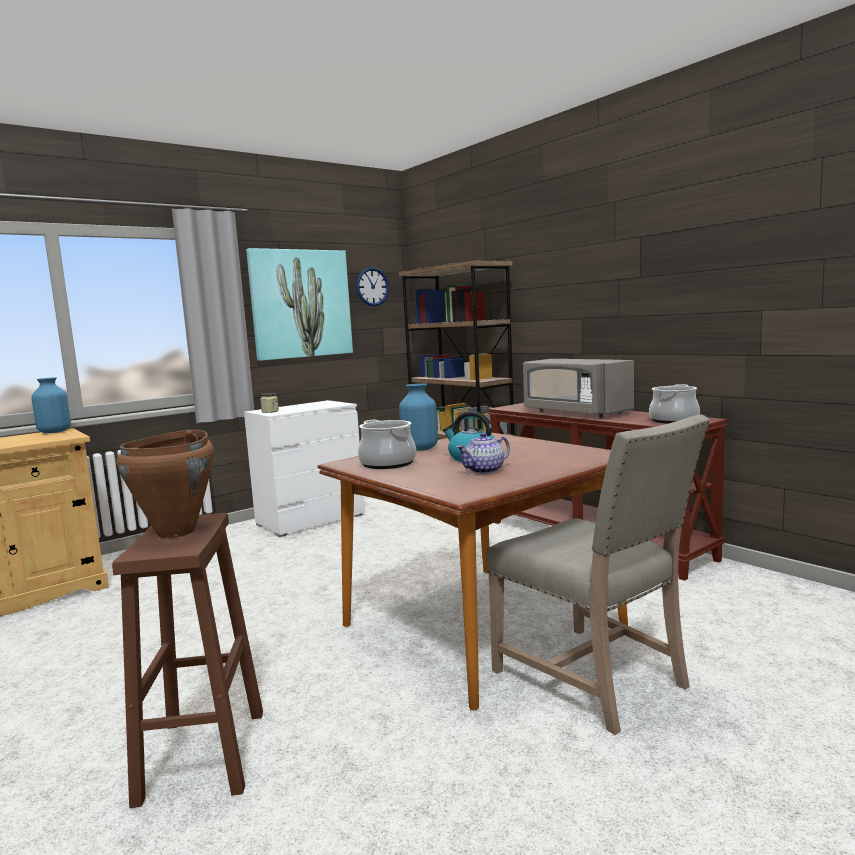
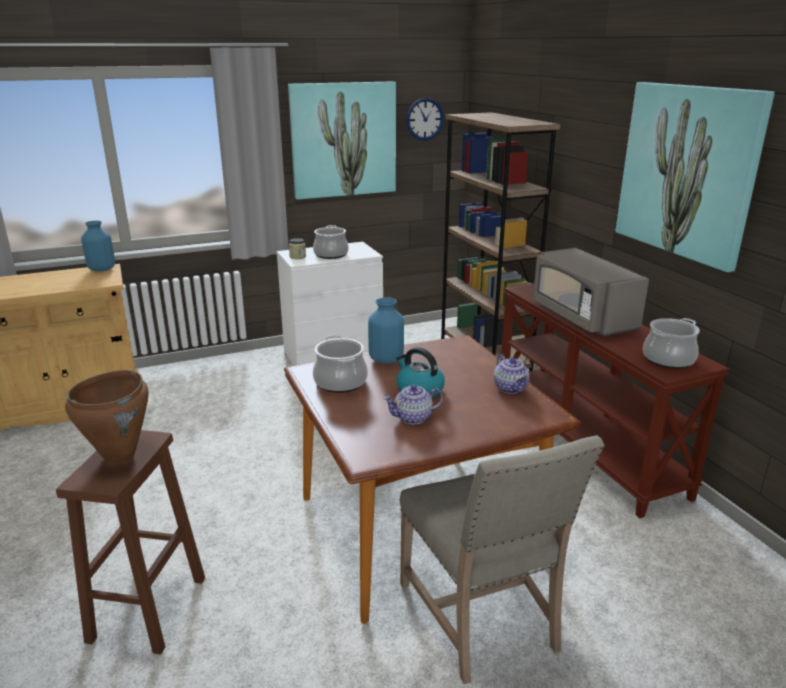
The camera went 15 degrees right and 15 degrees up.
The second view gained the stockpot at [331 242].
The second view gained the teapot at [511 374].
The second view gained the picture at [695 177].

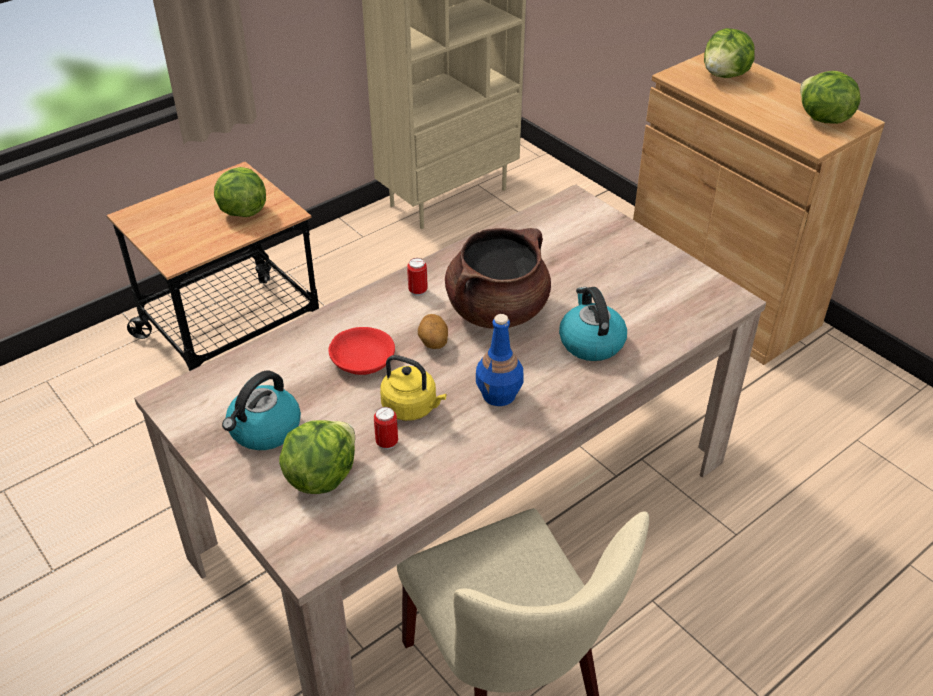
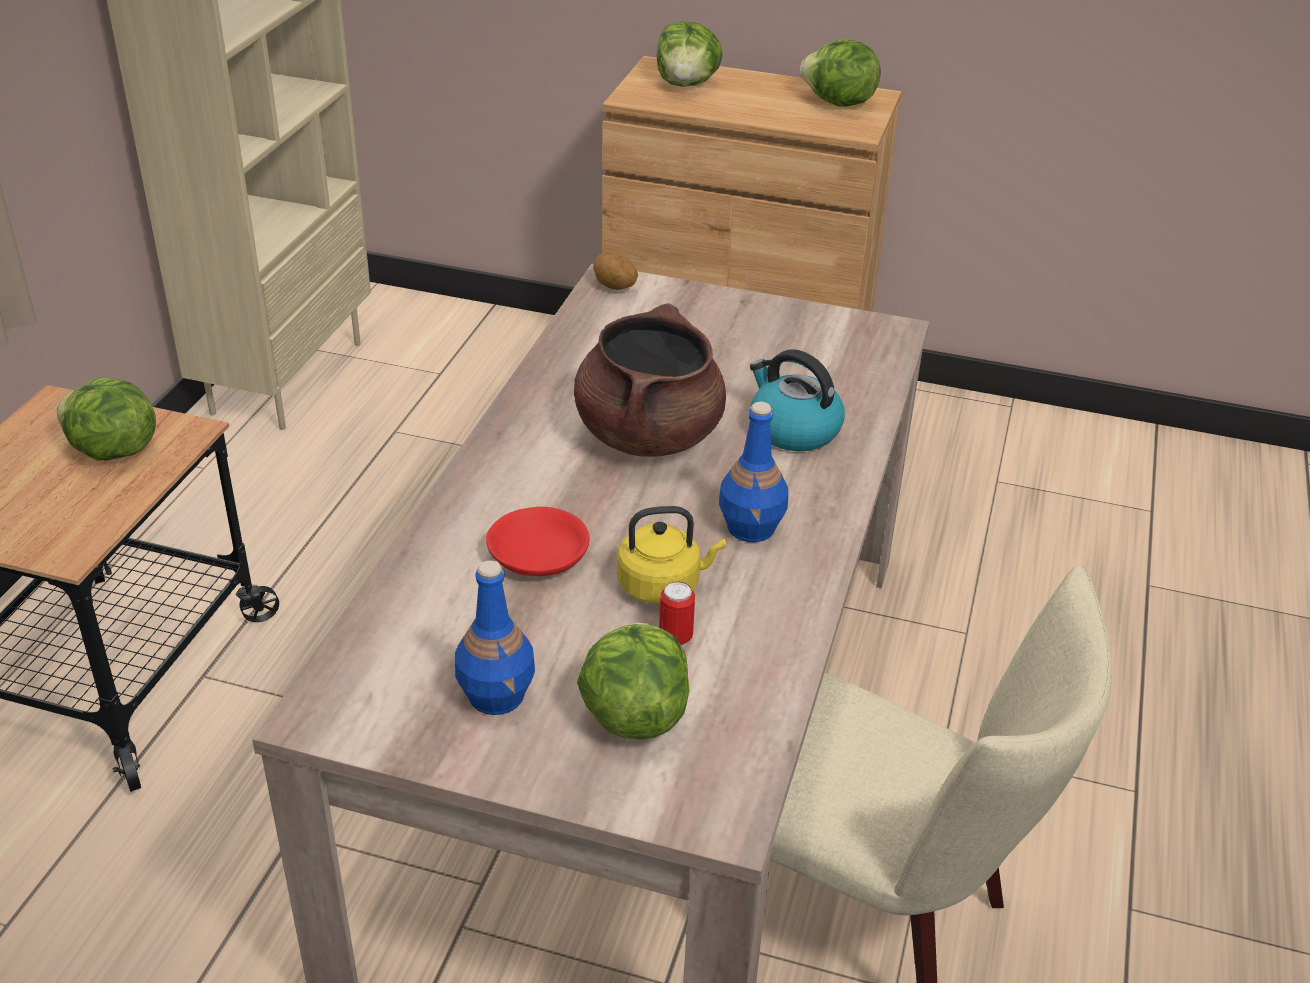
The camera went 35 degrees left and 5 degrees down.
Where the tea kettle stood at [261 410], the drink bottle/blue came to stand at [495 637].
The whole potato ended up elsewhere, having gone from [433 331] to [615 271].
The second view lost the can at [417 277].

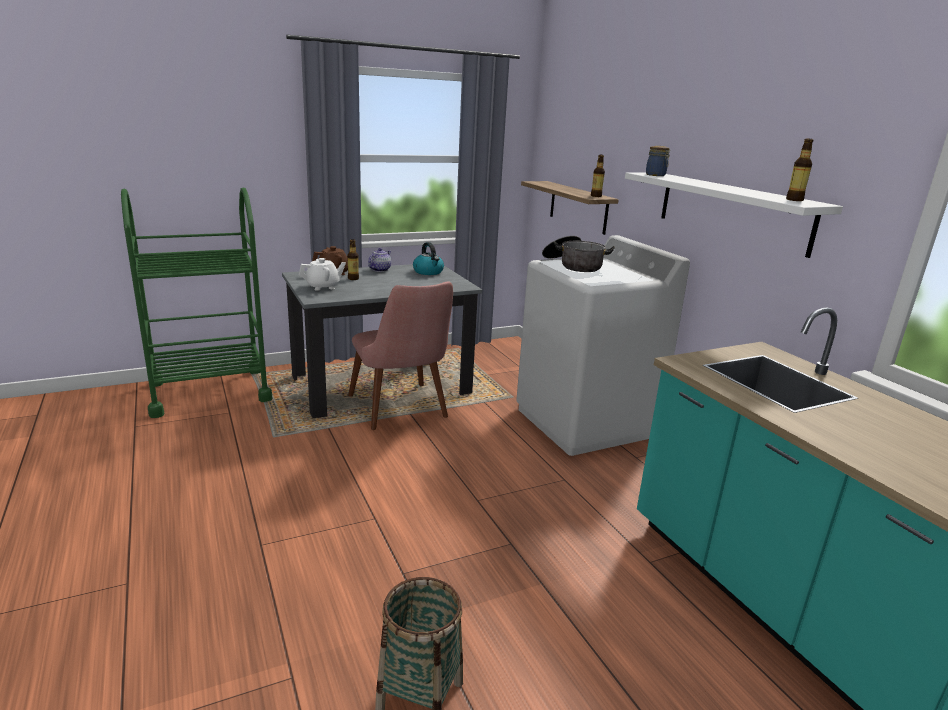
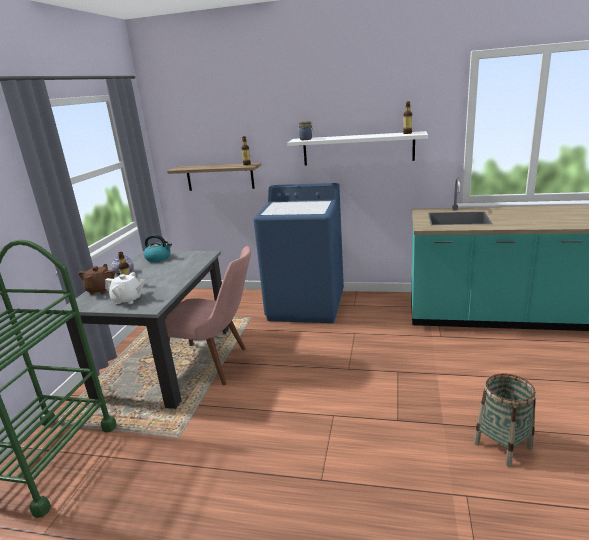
The camera went 50 degrees left and 0 degrees up.
The teapot/white at [322 274] ended up facing another way, 90 degrees clockwise from before.
What was the washing machine/white at [603 345] turned into the washing machine/blue at [298 253].
The second view lost the stockpot at [578 254].

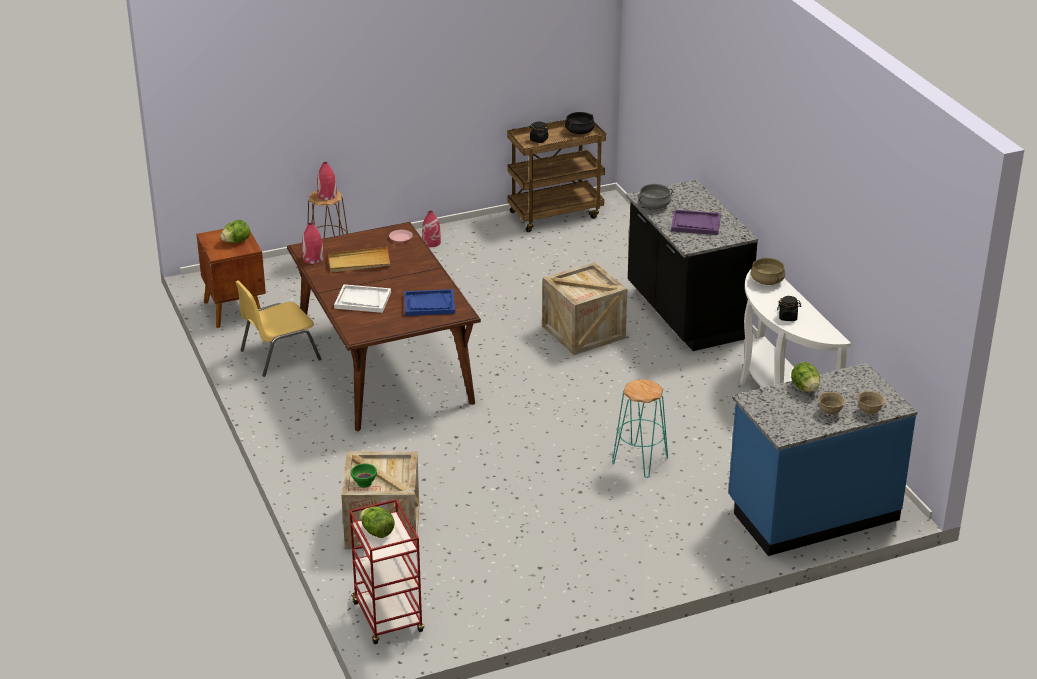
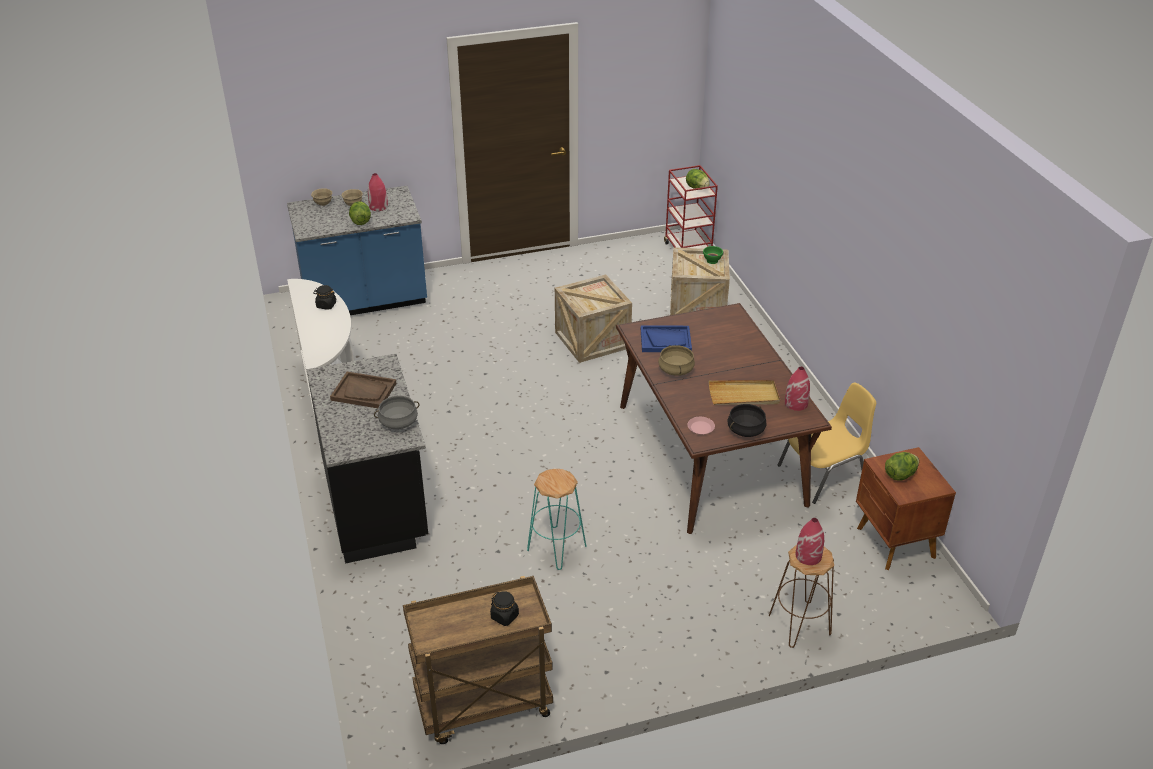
The camera went 175 degrees left and 5 degrees up.
What was the tray/purple at [696 222] turned into the tray/brown at [363 390].
The vase/red ended up elsewhere, having gone from [431 229] to [378 192].
The stool/turquoise ended up elsewhere, having gone from [640 428] to [557 519].
The shipping crate ended up elsewhere, having gone from [584 308] to [593 319].
The stockpot/sand-coloured ended up elsewhere, having gone from [768 271] to [676 360].
The stockpot/blackish ended up elsewhere, having gone from [580 123] to [747 420].
The second view lost the tray/white at [362 298].

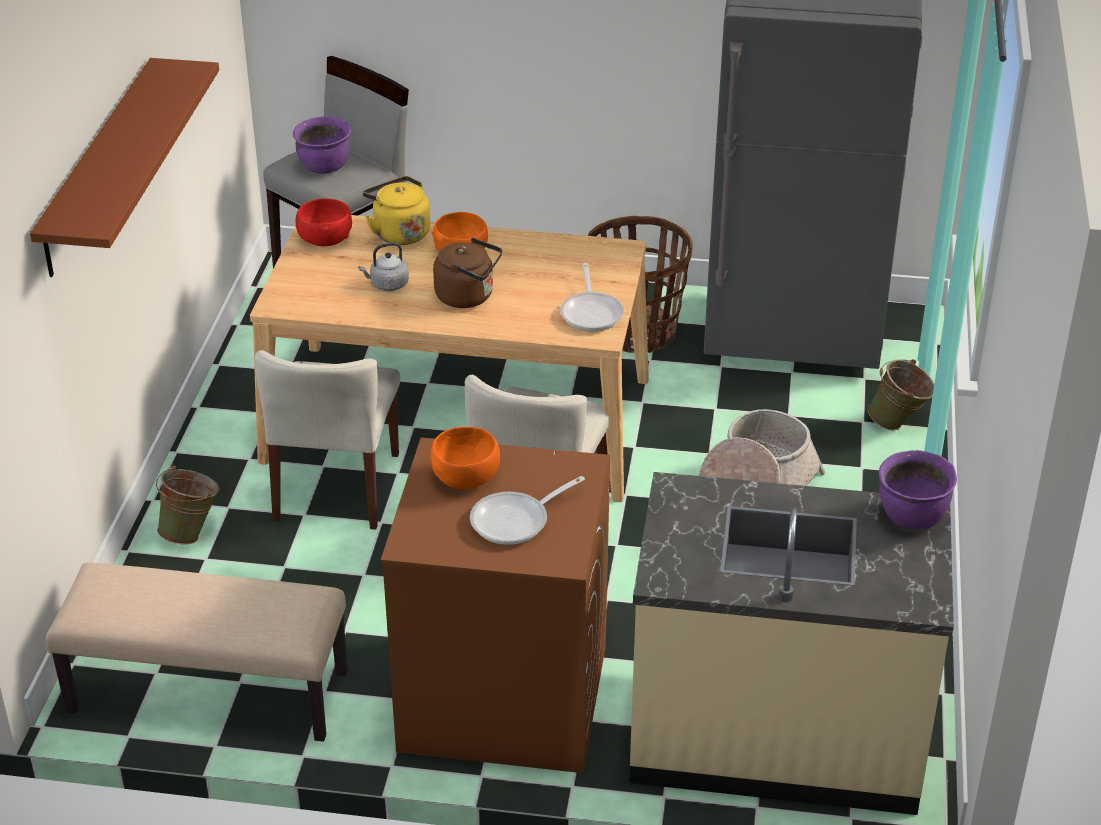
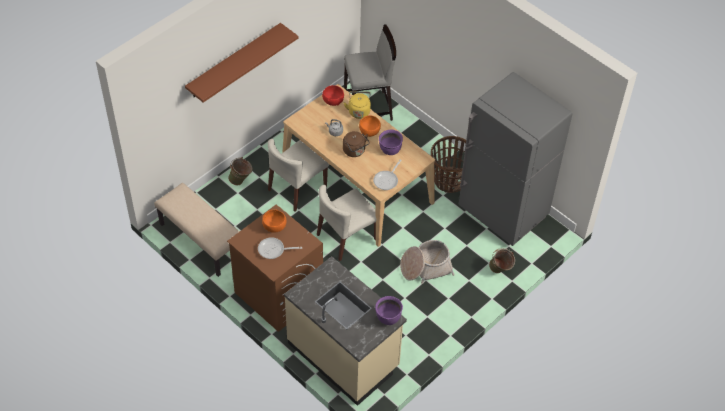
The camera went 35 degrees right and 15 degrees up.
The stockpot/purple ended up elsewhere, having gone from [322 145] to [391 142].

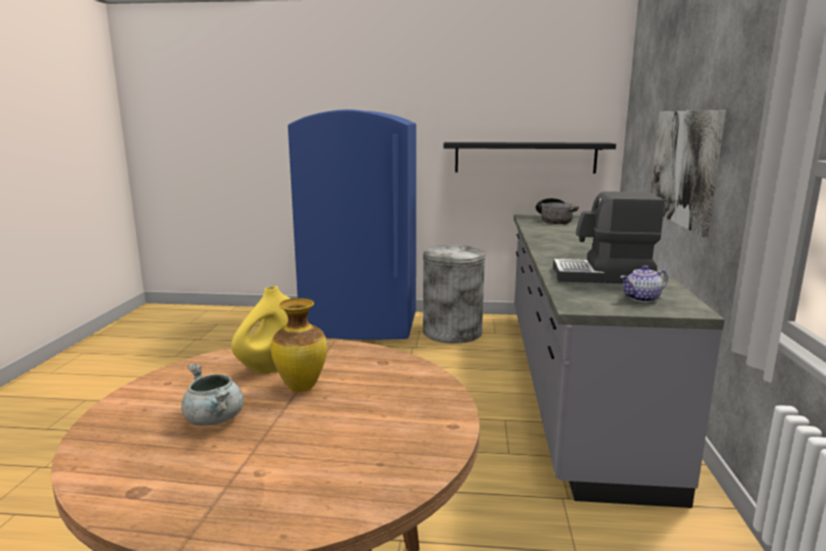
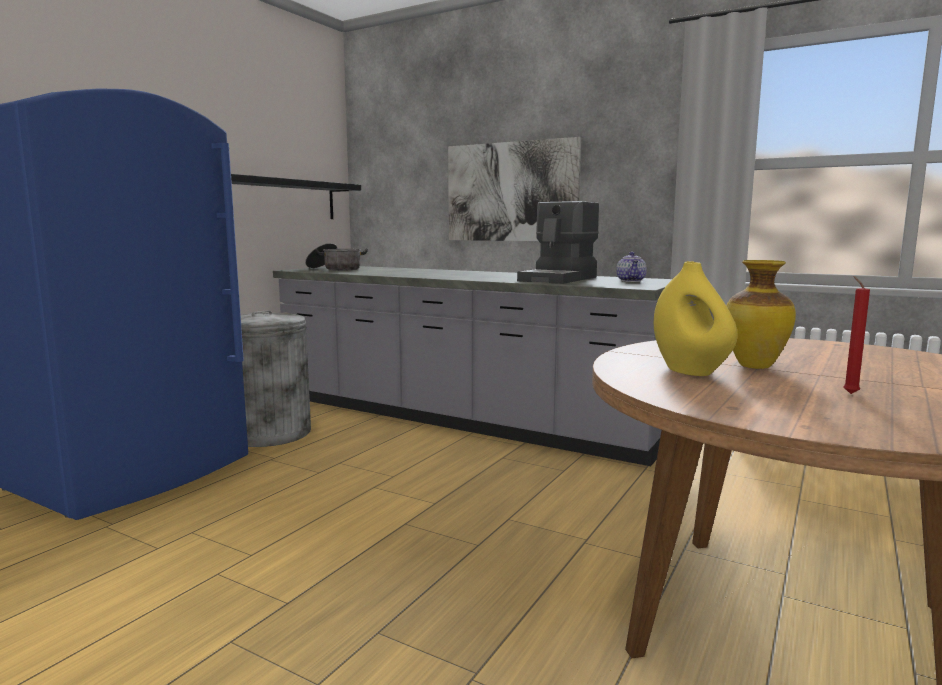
The camera went 65 degrees left and 5 degrees down.
Where the stockpot/gray stood at [212 394], the wax light/red came to stand at [856 335].

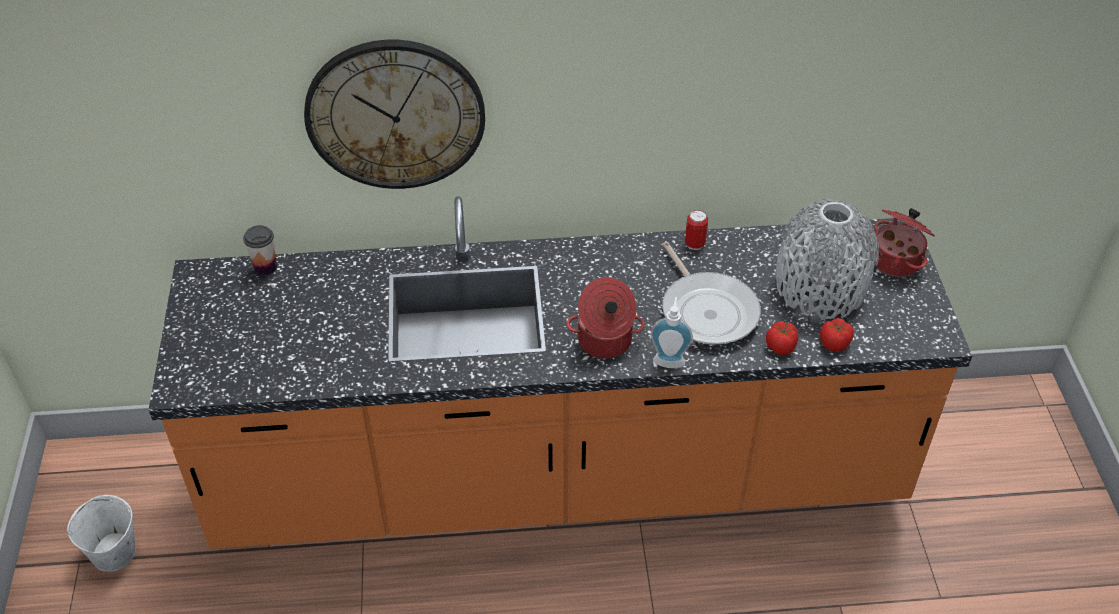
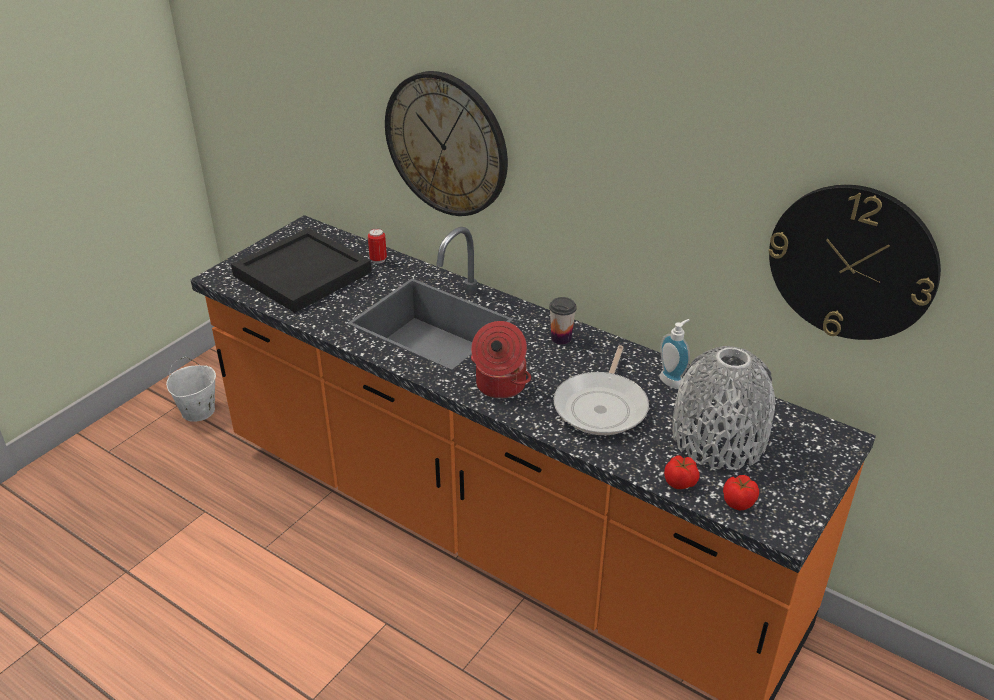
The camera went 40 degrees right and 10 degrees down.
The second view gained the tray/blackish at [301 270].
The can ended up elsewhere, having gone from [696 230] to [377 246].
The small cup ended up elsewhere, having gone from [260 250] to [563 320].
The soap bottle ended up elsewhere, having gone from [671 332] to [674 354].
The tomato ended up elsewhere, having gone from [782 338] to [741 492].
The second view gained the wall clock at [854 262].
The second view lost the stockpot at [904 242].

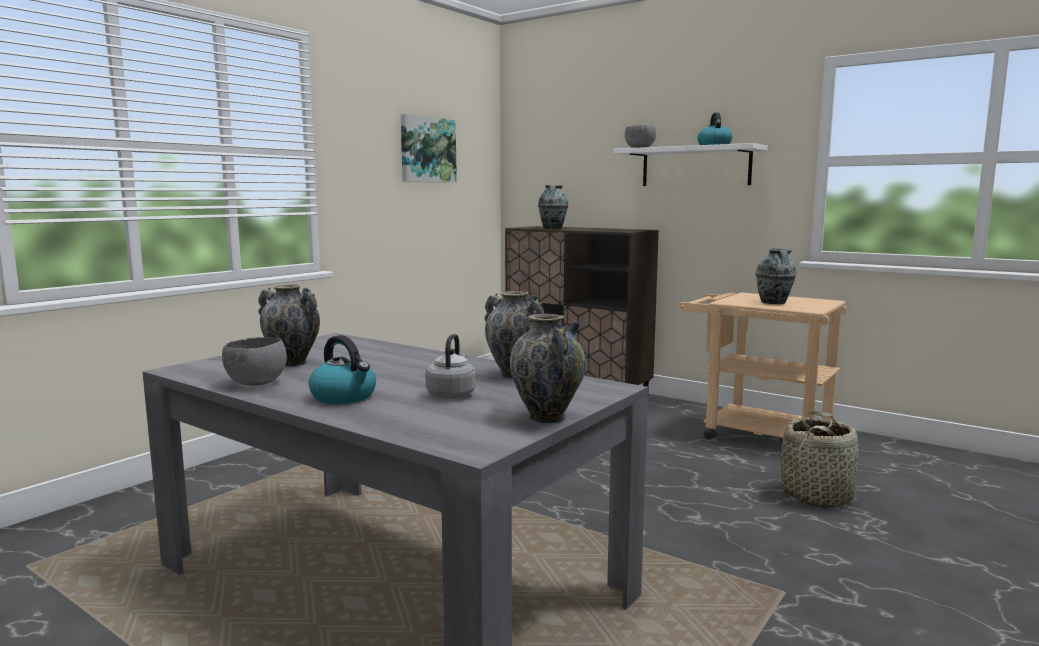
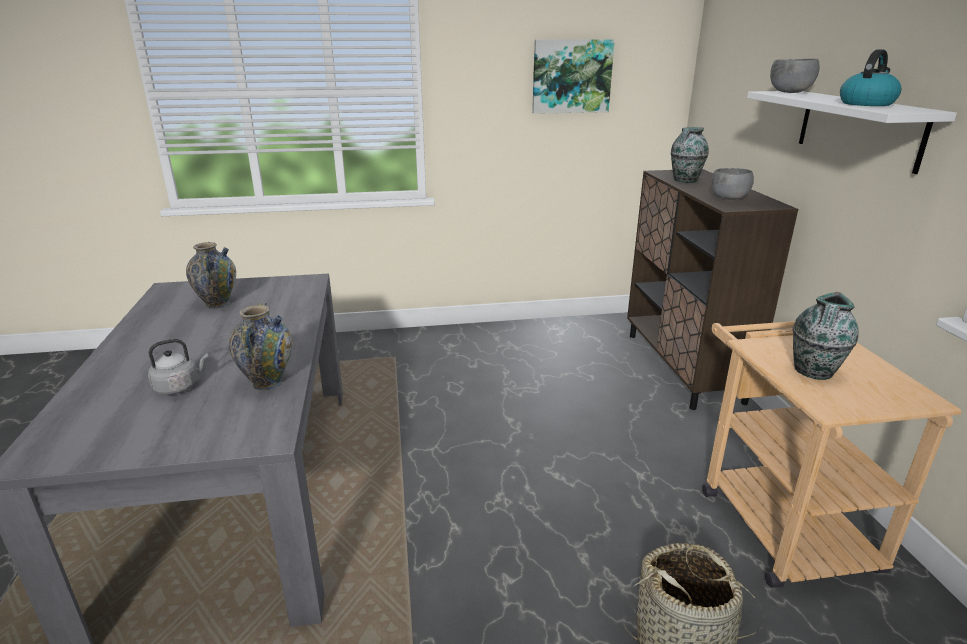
The camera went 45 degrees right and 15 degrees up.
The deep dish/gray ended up elsewhere, having gone from [254 361] to [732 184].
The second view lost the tea kettle at [342 369].
The second view lost the vase at [548 368].

